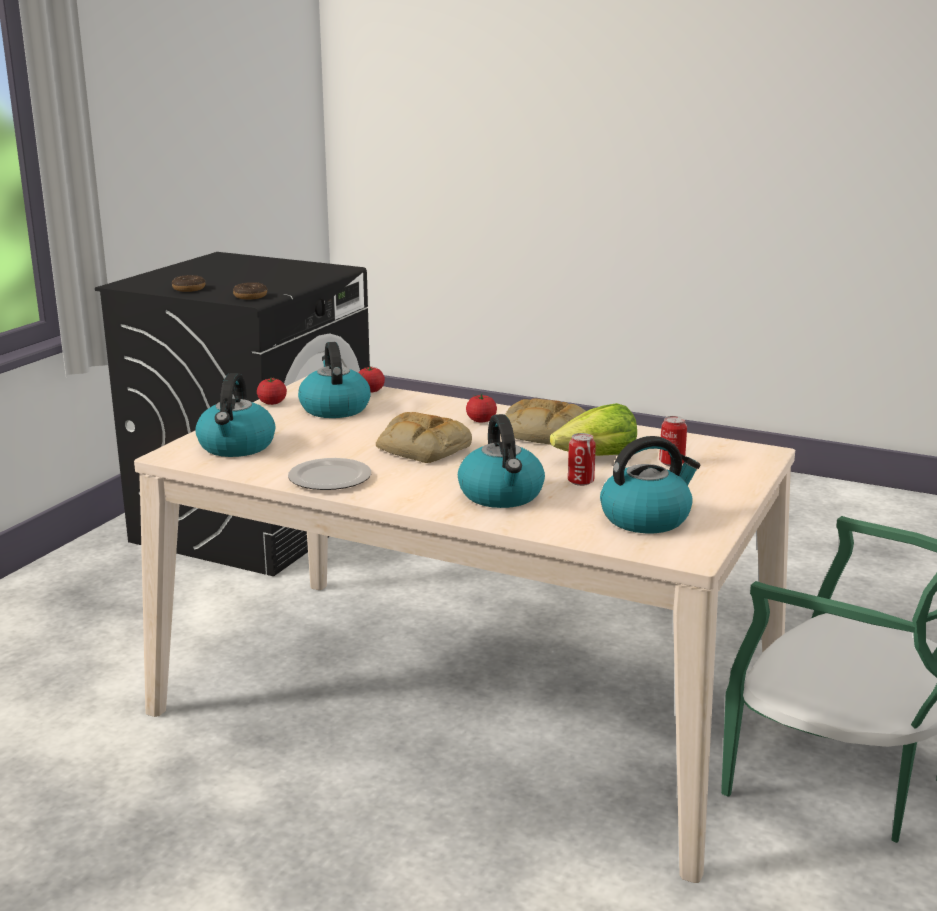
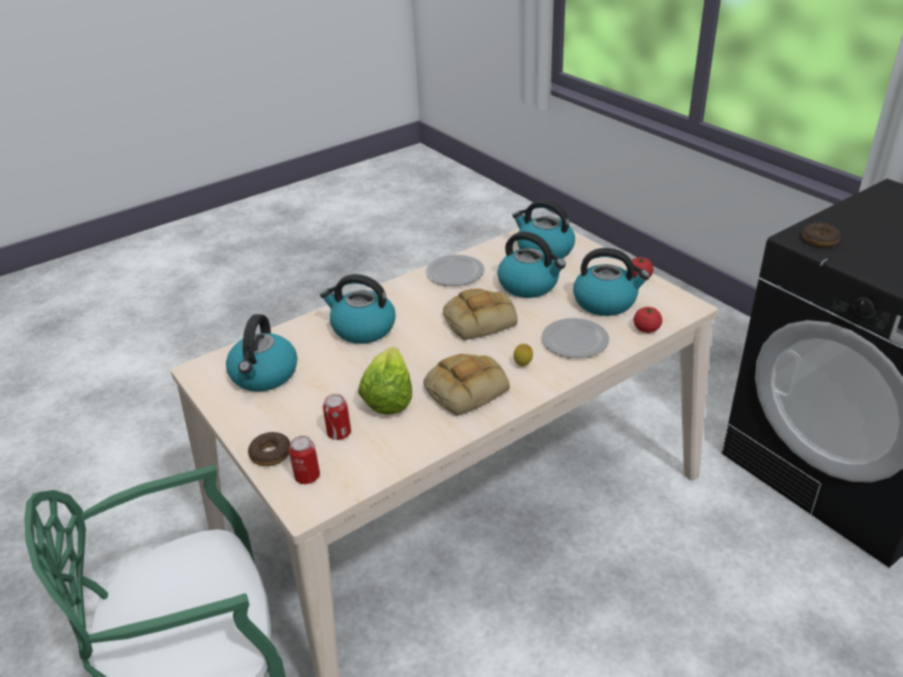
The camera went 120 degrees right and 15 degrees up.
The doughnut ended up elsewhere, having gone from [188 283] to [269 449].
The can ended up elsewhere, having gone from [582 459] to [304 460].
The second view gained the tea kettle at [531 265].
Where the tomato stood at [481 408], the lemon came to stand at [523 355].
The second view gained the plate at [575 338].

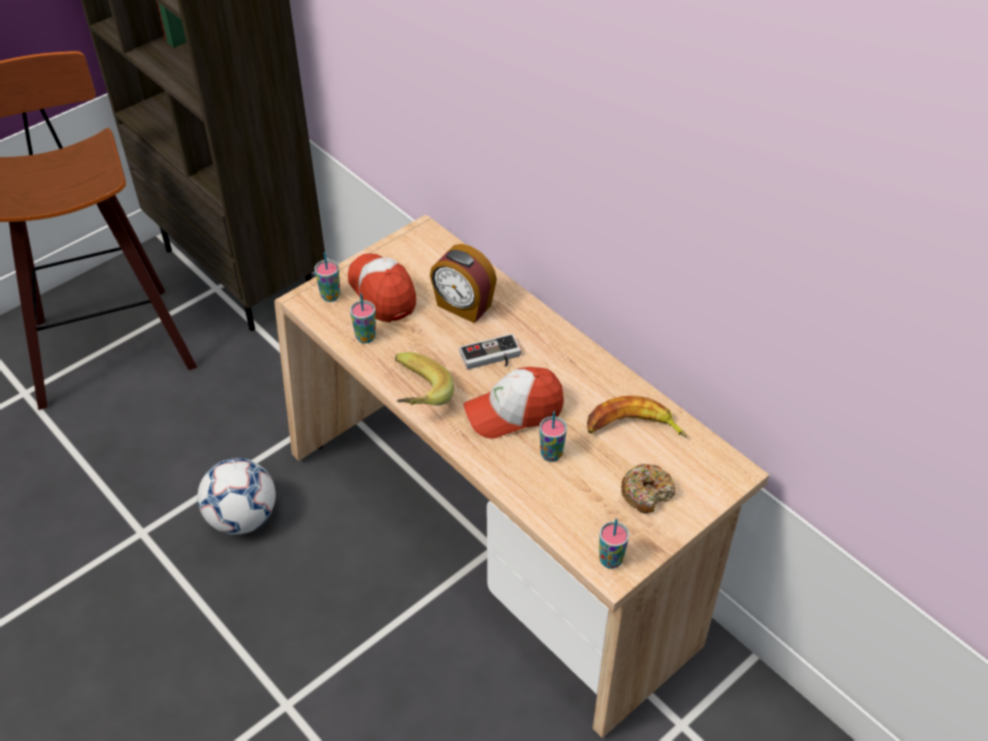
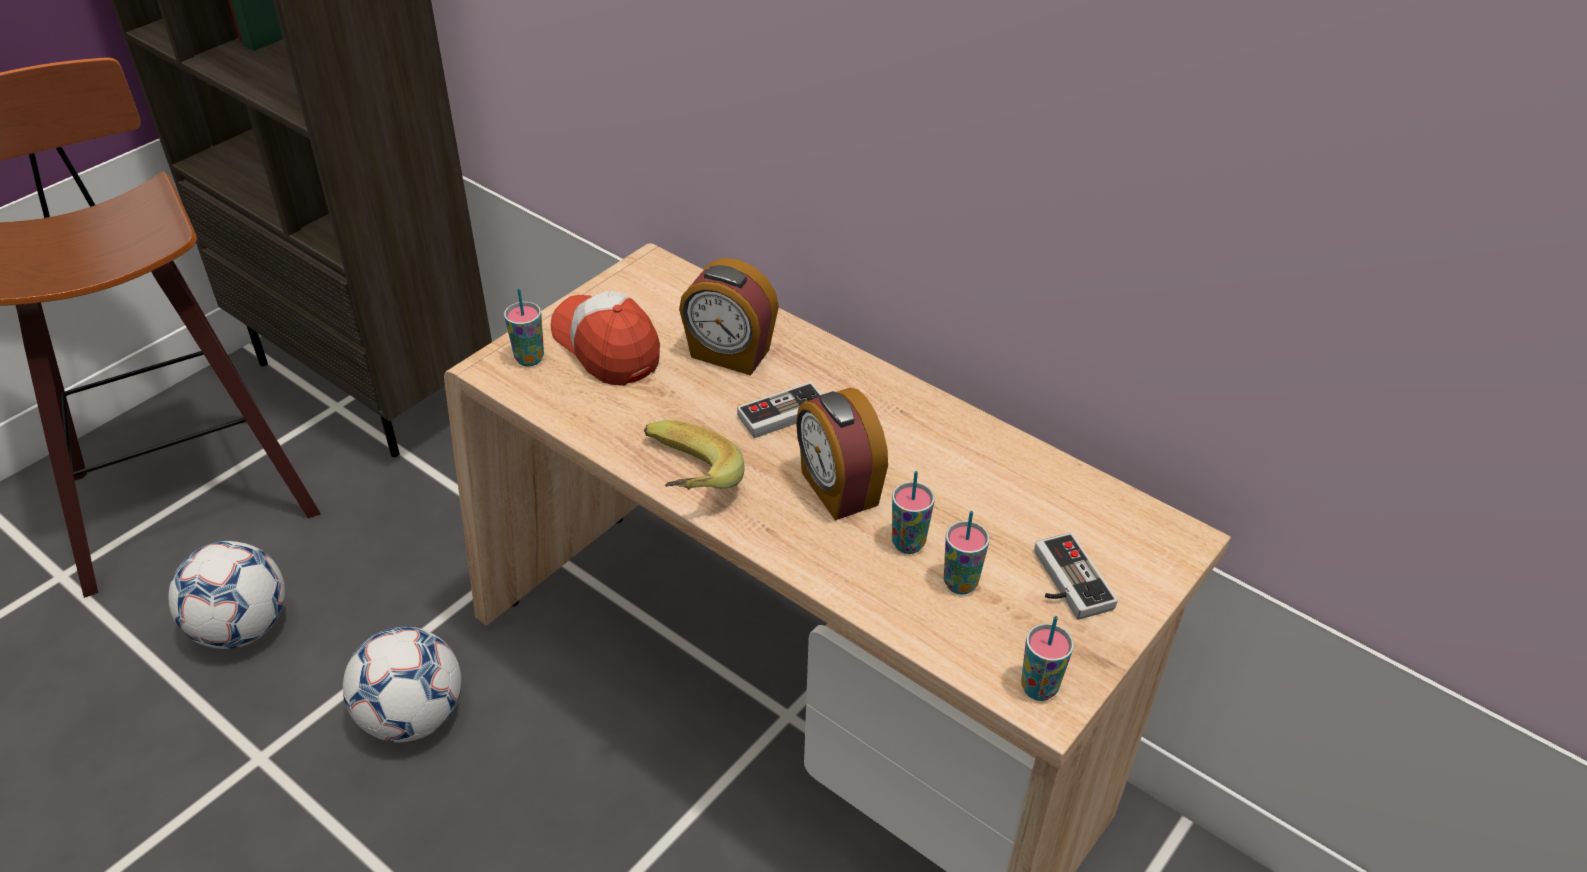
The camera went 10 degrees left and 5 degrees down.
The second view gained the football ball at [226 595].
Where the cap stood at [513 403], the bedside clock came to stand at [842 454].
The small cup ended up elsewhere, having gone from [363 319] to [966 553].
Where the doughnut stood at [648 489], the joypad came to stand at [1076 576].
The second view lost the banana at [637 416].

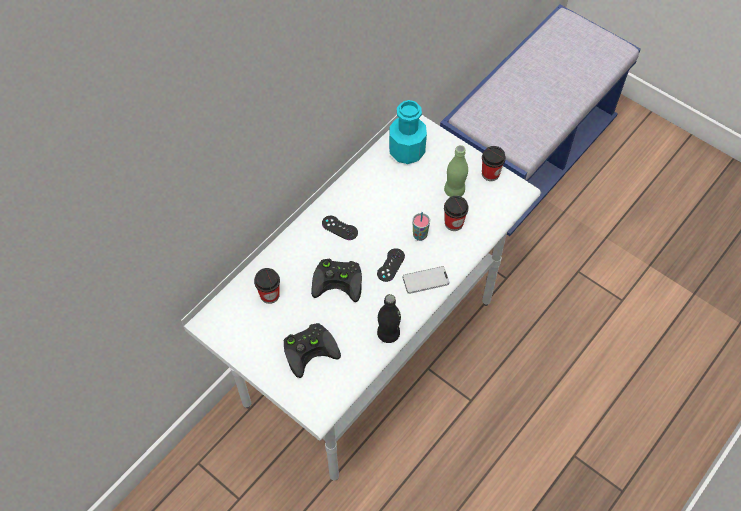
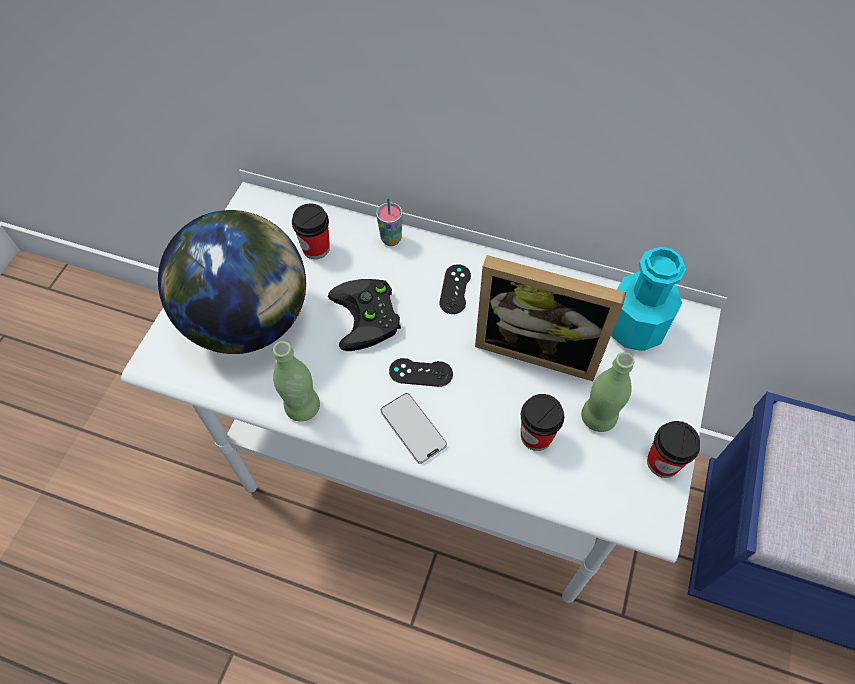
The camera went 70 degrees right and 0 degrees up.
Where the joypad/blackish stood at [312 350], the globe came to stand at [232 282].
What was the drink bottle/blackish at [389 318] turned into the drink bottle/green-coloured at [296 381].
The small cup ended up elsewhere, having gone from [421 226] to [389 221].
The second view gained the standing frame at [550 318].

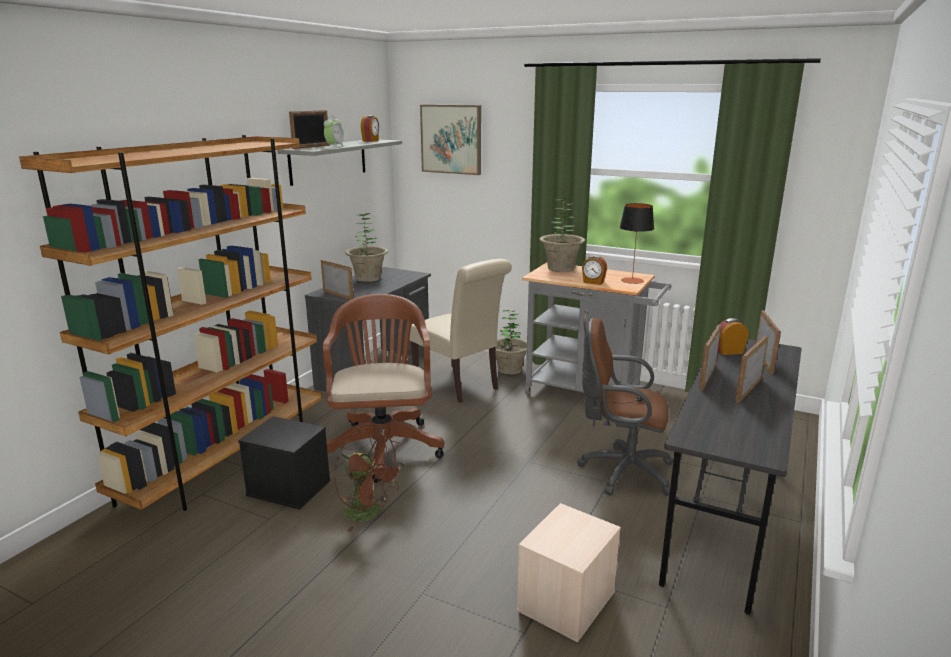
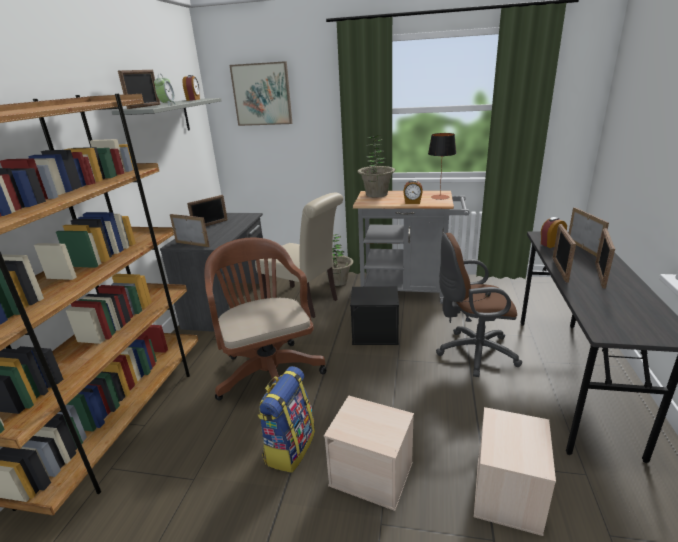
The camera went 15 degrees left and 5 degrees up.
Where the houseplant stood at [366 247], the standing frame came to stand at [207 210].
Where the cooling fan/brown stood at [369 479], the rucksack came to stand at [286 419].
The second view gained the storage container/sand-coloured at [369 453].
The storage container/blackish ended up elsewhere, having gone from [284 462] to [374 315].

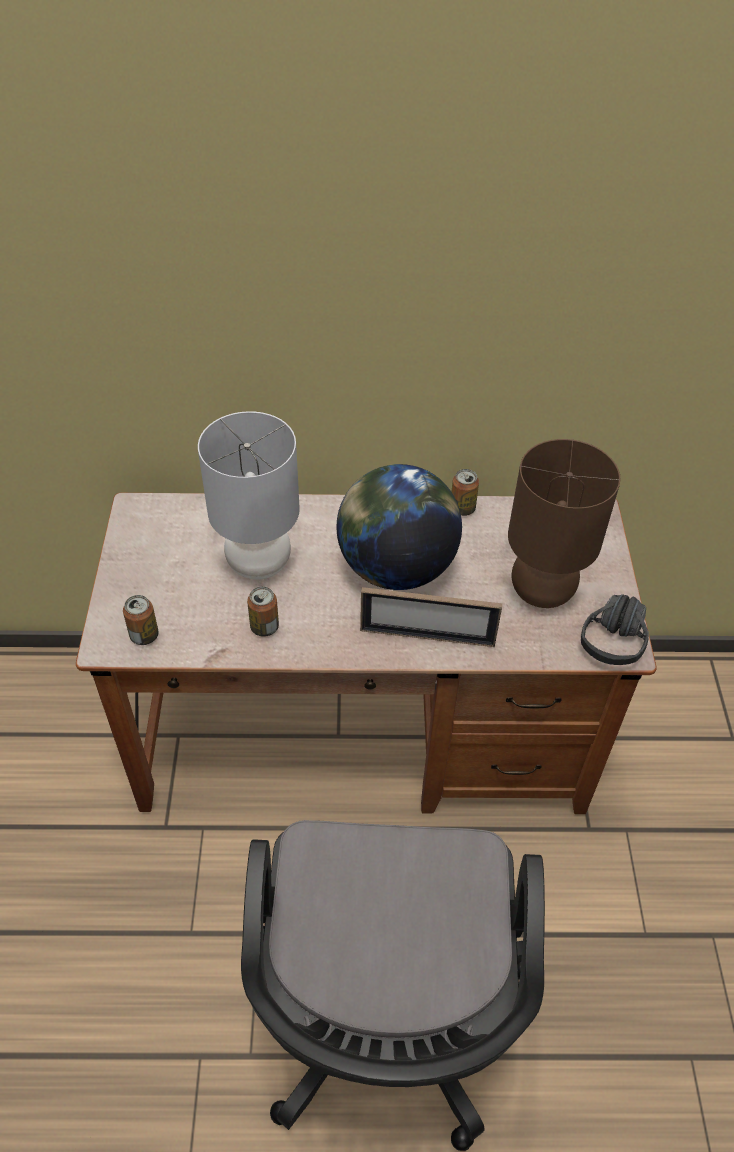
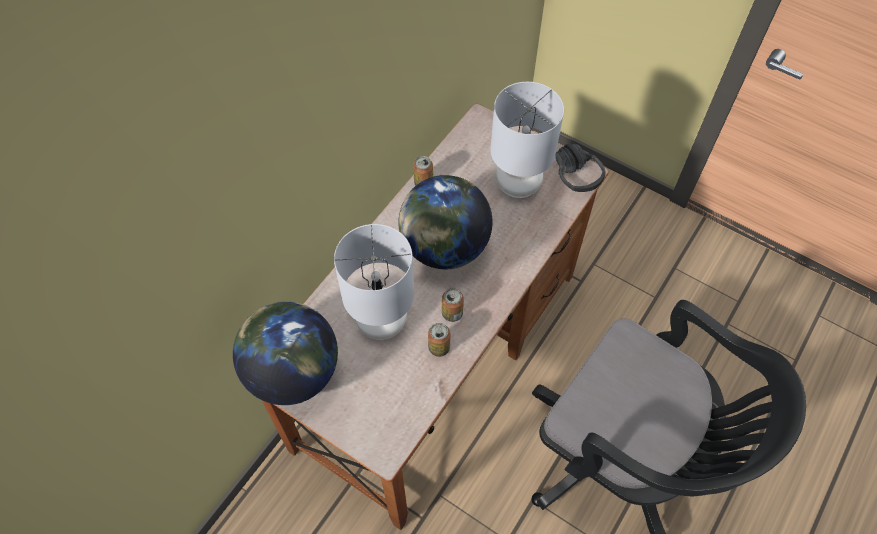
The camera went 55 degrees left and 10 degrees up.
The second view gained the globe at [285 353].
The can ended up elsewhere, having gone from [141 620] to [453 305].
What was the tabletop lamp/brown at [564 523] turned into the tabletop lamp/gray at [527 140].
The second view lost the standing frame at [431 617].

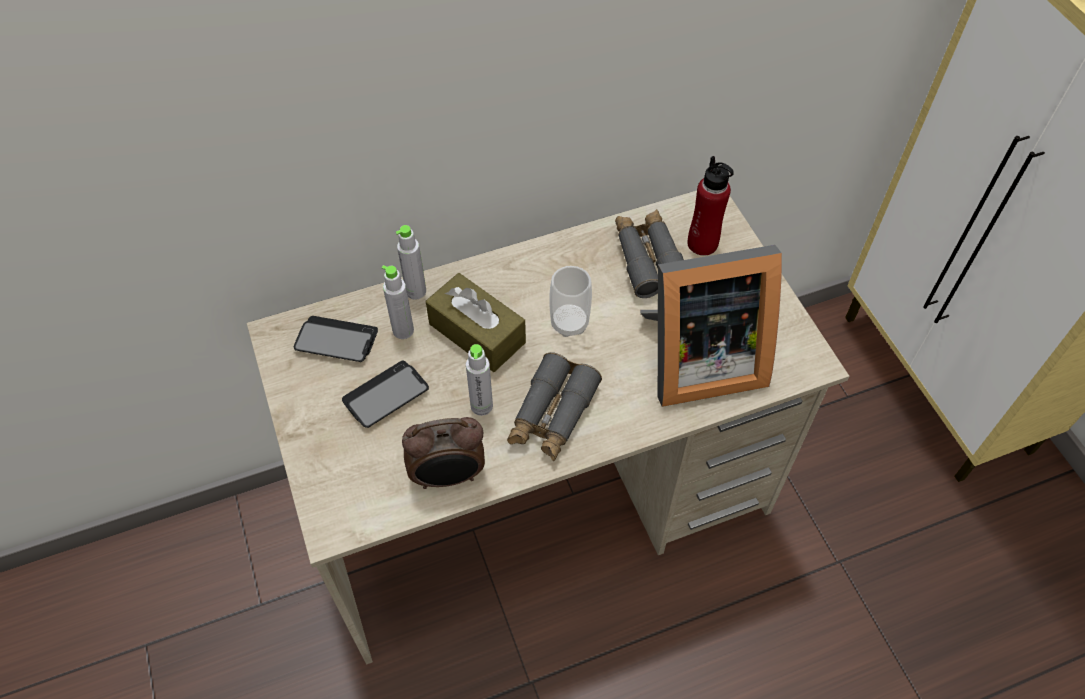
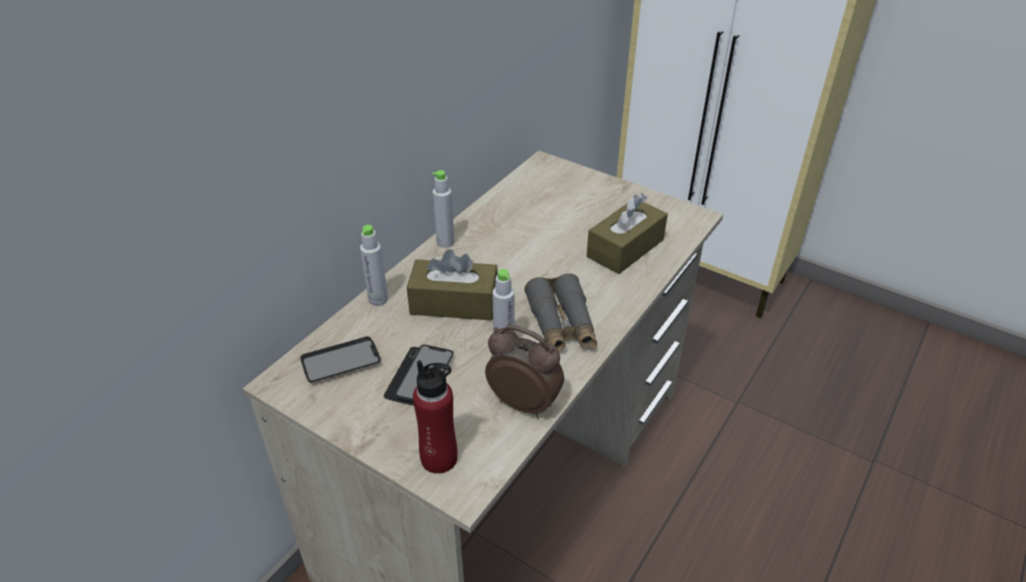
The camera went 35 degrees left and 15 degrees down.
The drink bottle/red ended up elsewhere, having gone from [711 206] to [435 417].
The drink bottle/gray ended up elsewhere, having gone from [398 302] to [443 209].
The bedside clock at [443 453] ended up facing another way, 105 degrees counterclockwise from before.
Where the standing frame stood at [711 326], the box of tissues/brown came to stand at [627 233].
The second view lost the small cup at [570 301].
The second view lost the field glasses/gray at [649 253].

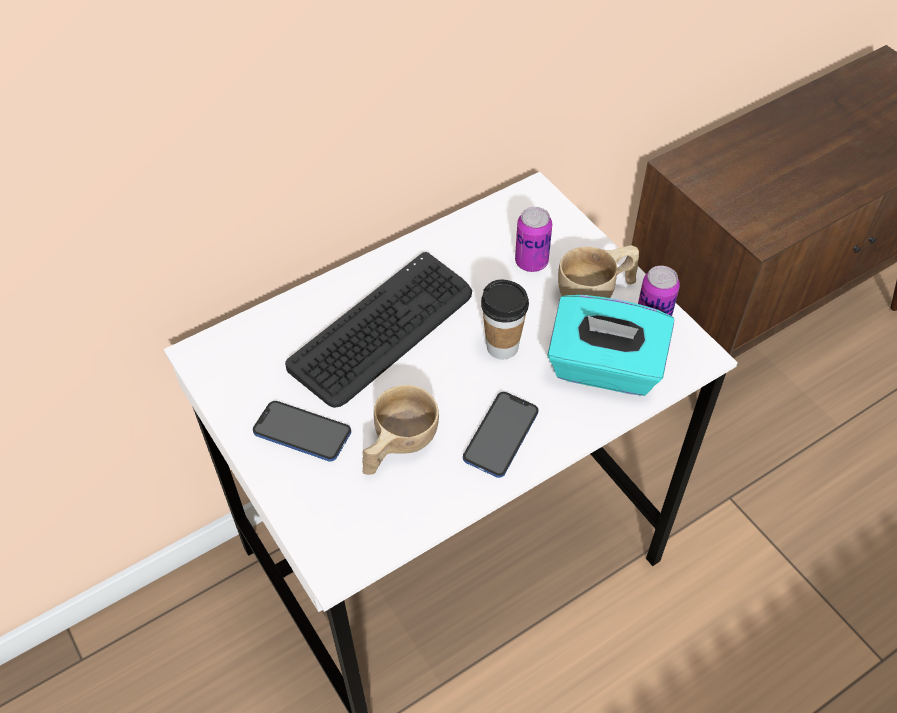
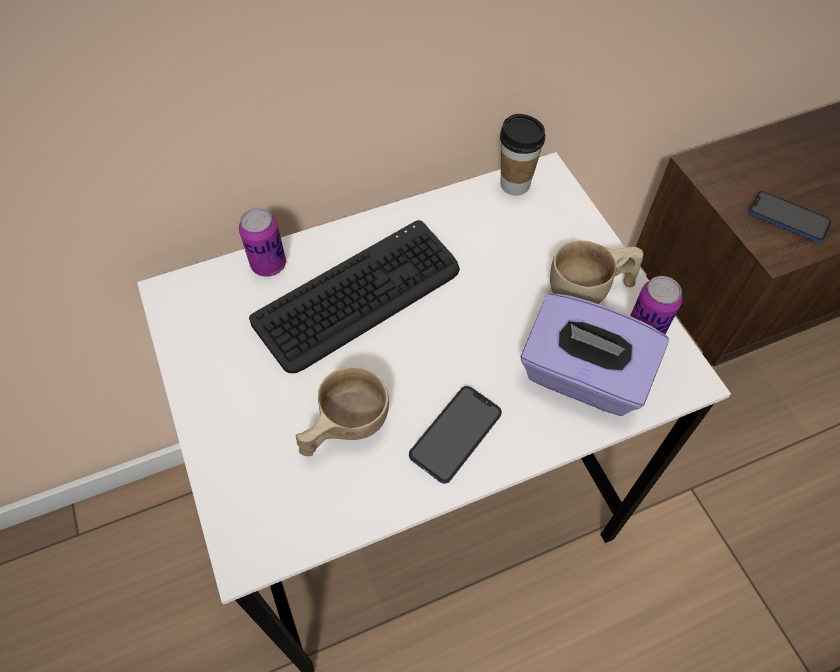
The camera went 10 degrees right and 5 degrees up.
The can ended up elsewhere, having gone from [533 239] to [262 242].
The small cup ended up elsewhere, having gone from [505 319] to [523 154].
What was the box of tissues/turquoise at [611 345] turned into the box of tissues/purple at [595 354].
The telephone ended up elsewhere, having gone from [302 431] to [790 216].

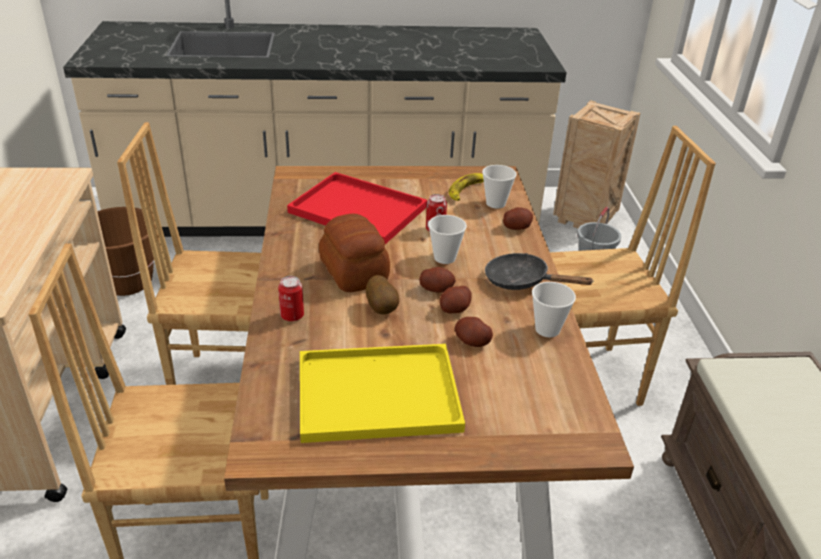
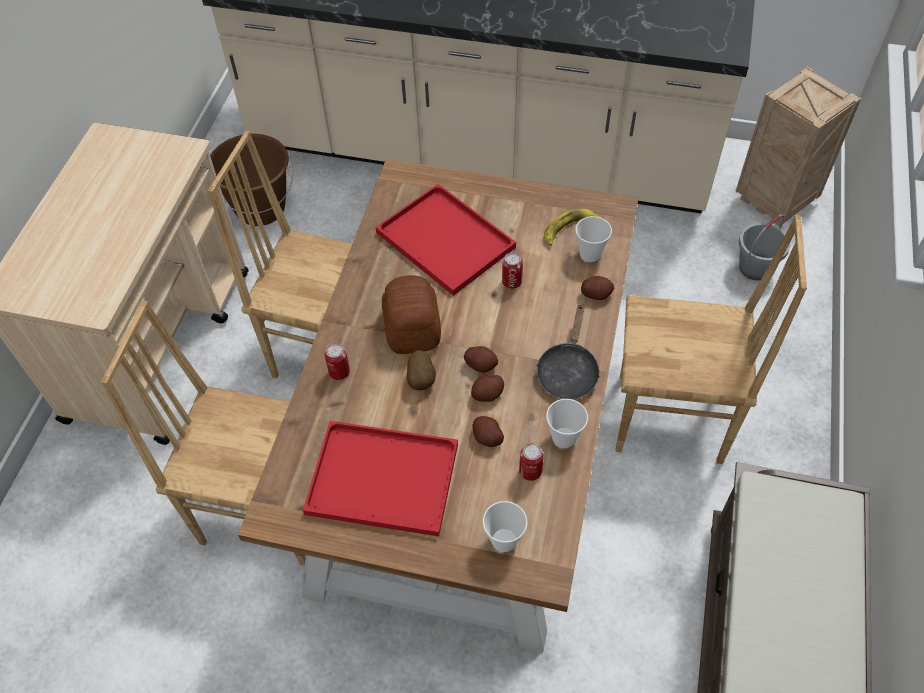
The camera went 20 degrees right and 20 degrees up.
What was the tray/yellow at [382 393] turned into the tray/red at [380 478].
The small cup ended up elsewhere, having gone from [447 239] to [505 526].
The second view gained the can at [531 462].
The pan/blackish at [539 271] ended up facing another way, 120 degrees counterclockwise from before.

